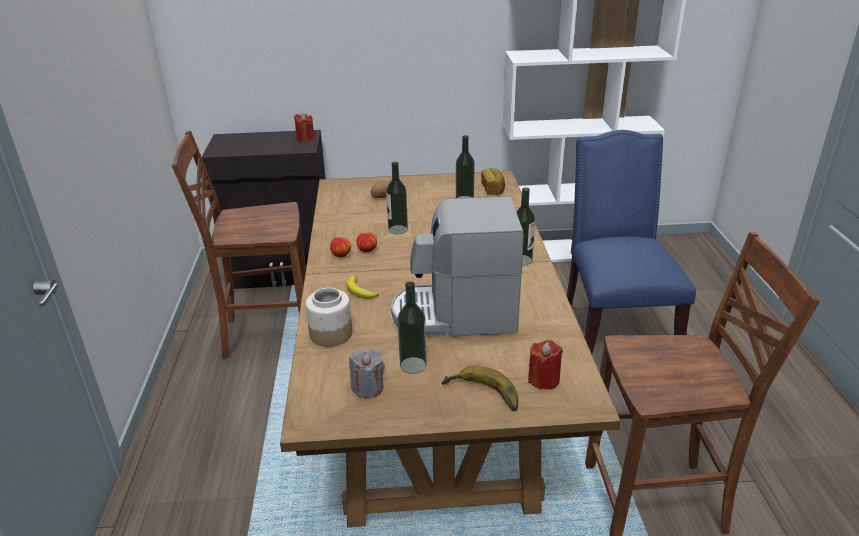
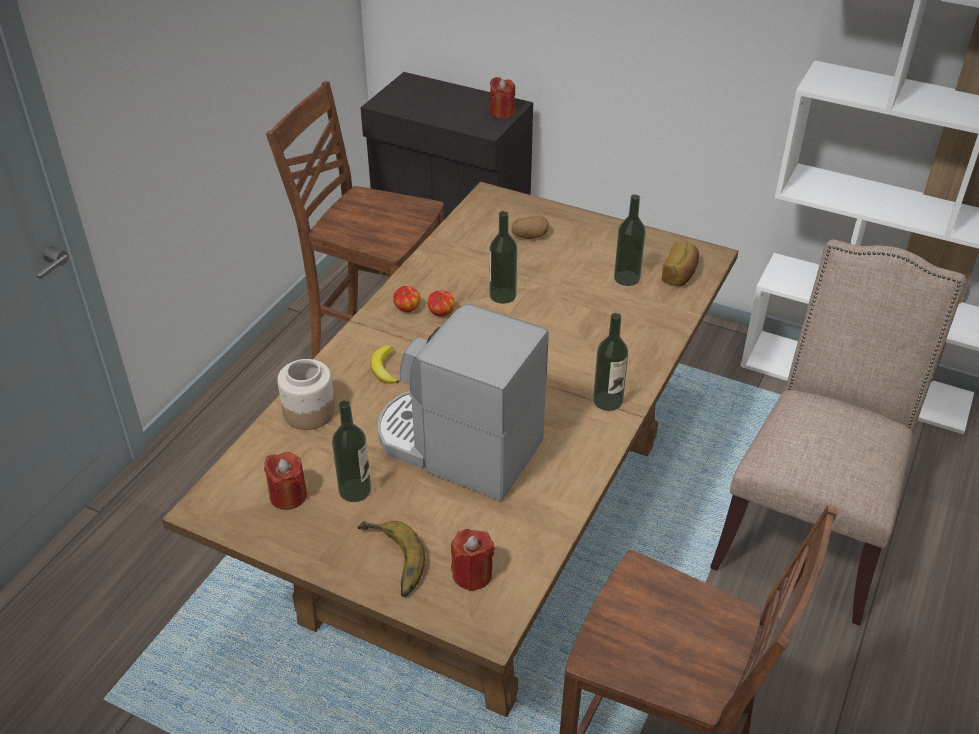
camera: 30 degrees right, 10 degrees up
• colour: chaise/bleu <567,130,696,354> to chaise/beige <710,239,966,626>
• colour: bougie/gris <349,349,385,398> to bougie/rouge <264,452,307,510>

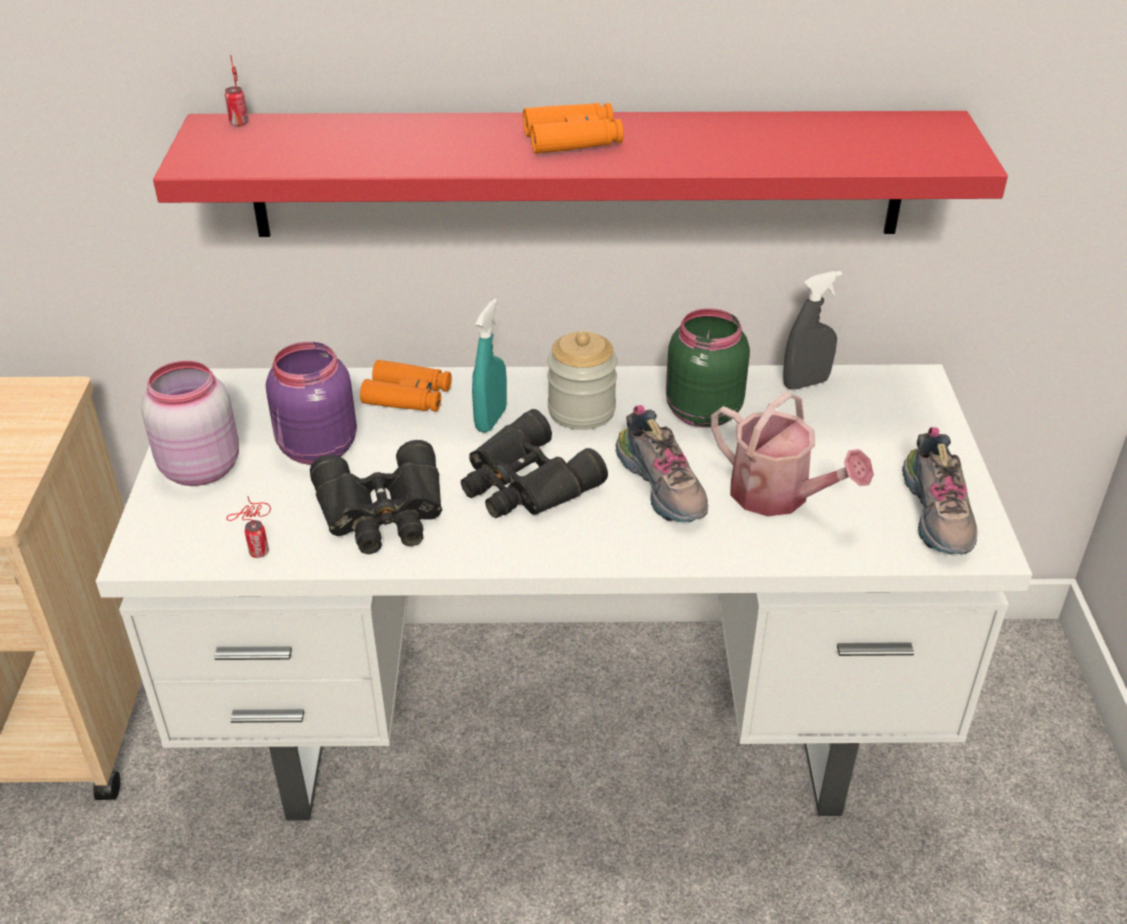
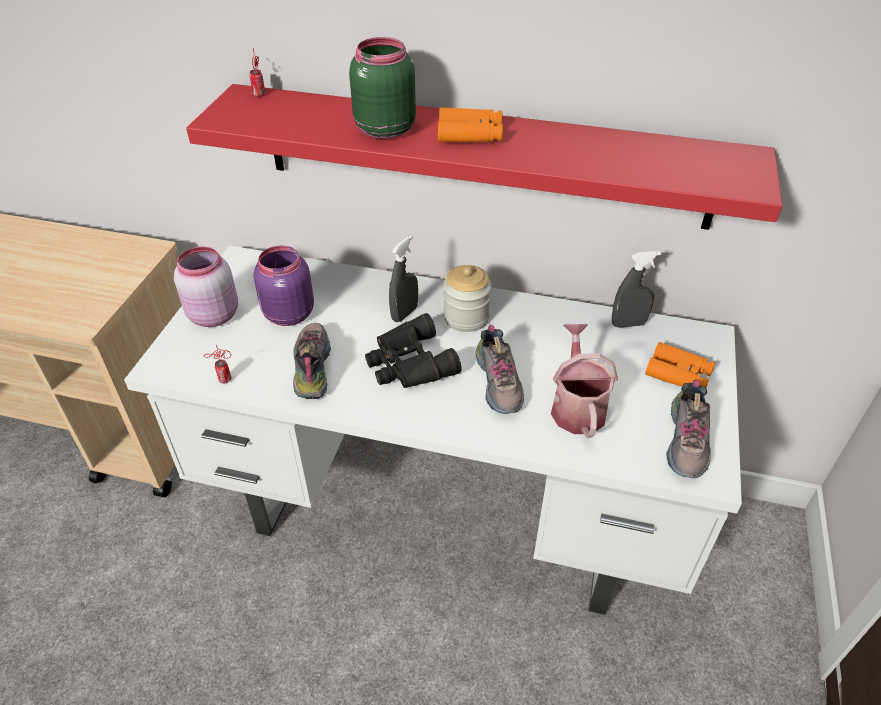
camera: 15 degrees right, 5 degrees up
• colour: vaporisateur/turquoise <472,299,507,433> to vaporisateur/gris <389,235,418,322>
• relocated: bocal/vert <666,308,750,428> to <349,37,416,139>
• relocated: jumelles/orange <360,360,452,412> to <645,342,715,388>
• spun: arrosoir <711,392,874,516> = <551,324,618,438> 150 degrees counterclockwise
• exchanged: jumelles/noir <310,440,442,554> to chaussure <293,323,331,399>

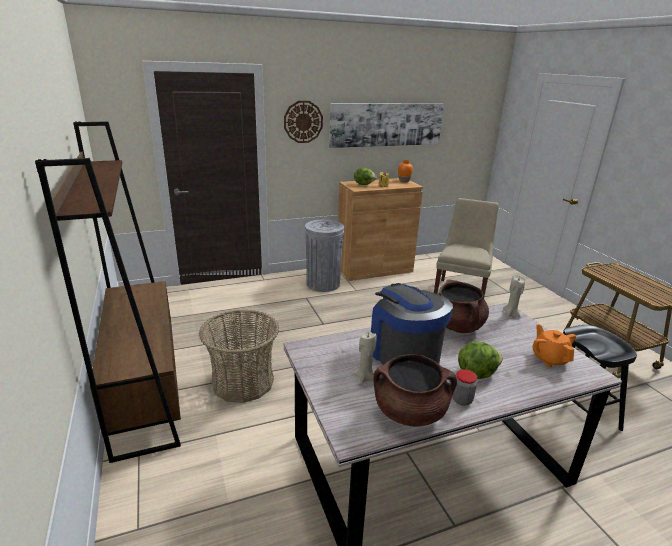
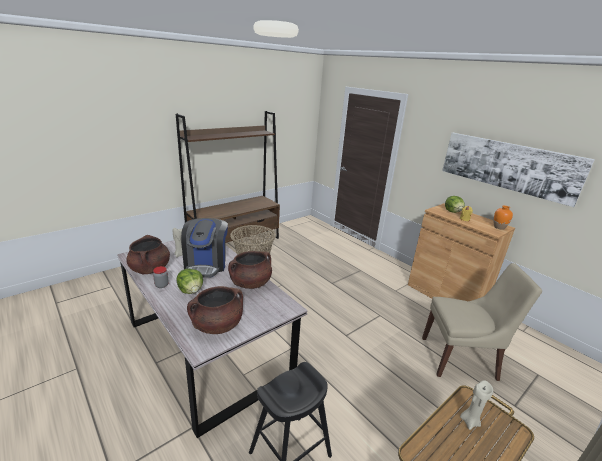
camera: 70 degrees right, 0 degrees up
• missing: horloge murale <284,101,323,143>
• missing: poubelle/gris <305,220,344,292>
• relocated: bougie/beige <503,275,525,317> to <460,380,493,430>
• spun: machine à café <370,283,453,365> = <181,218,228,277> 135 degrees clockwise
• exchanged: théière/orange <532,324,576,367> to marmite/marron <187,286,243,334>

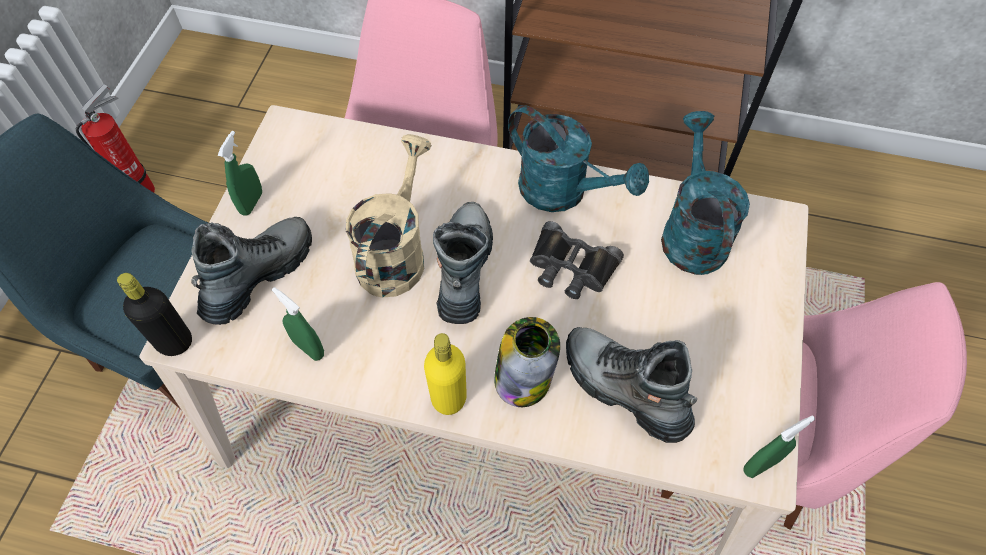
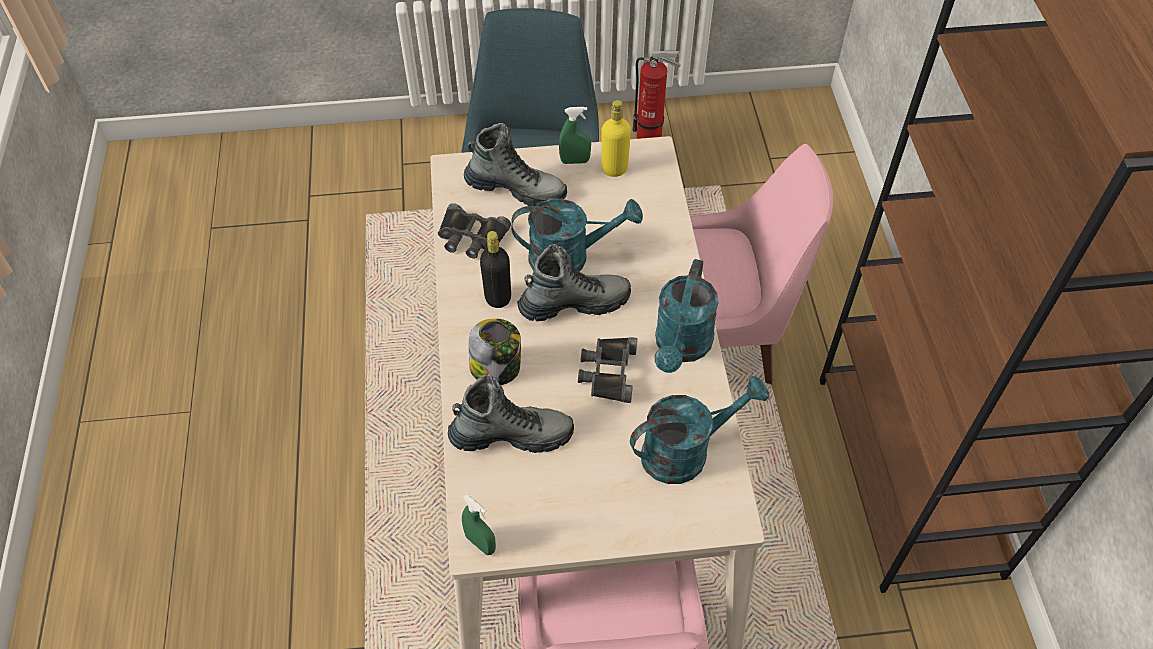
camera: 70 degrees right, 5 degrees down
• colour: arrosoir/beige <346,134,432,298> to arrosoir/turquoise <511,199,643,272>
• relocated: bouteille/noir <117,273,192,356> to <480,231,511,308>
• exchanged: vaporisateur/vert <272,287,324,361> to jumelles/noir <438,203,511,259>
• spun: botte <566,327,697,443> = <448,375,574,453> 60 degrees clockwise
• relocated: bouteille/jaune <424,333,467,415> to <601,100,631,177>

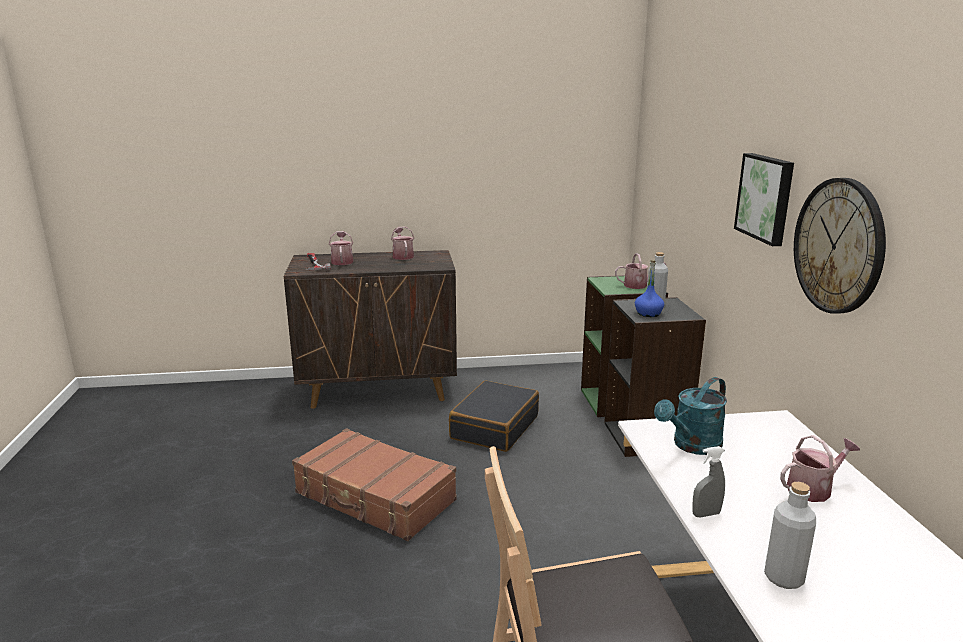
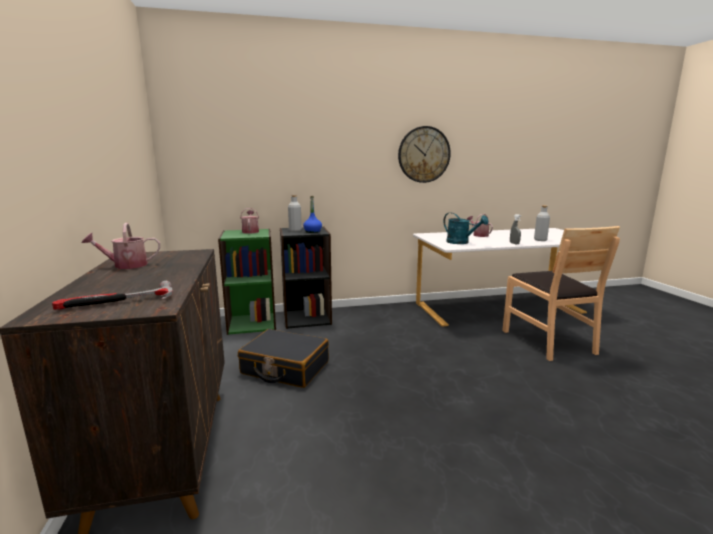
camera: 95 degrees left, 5 degrees down
• missing: tableau <734,153,794,246>
• missing: arrosoir <329,231,353,265>
• missing: valise/marron <292,428,457,541>

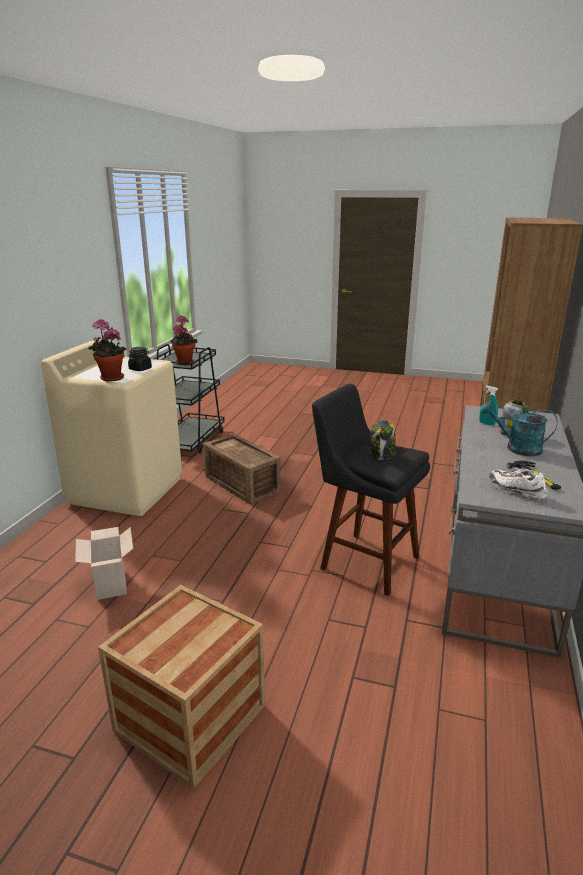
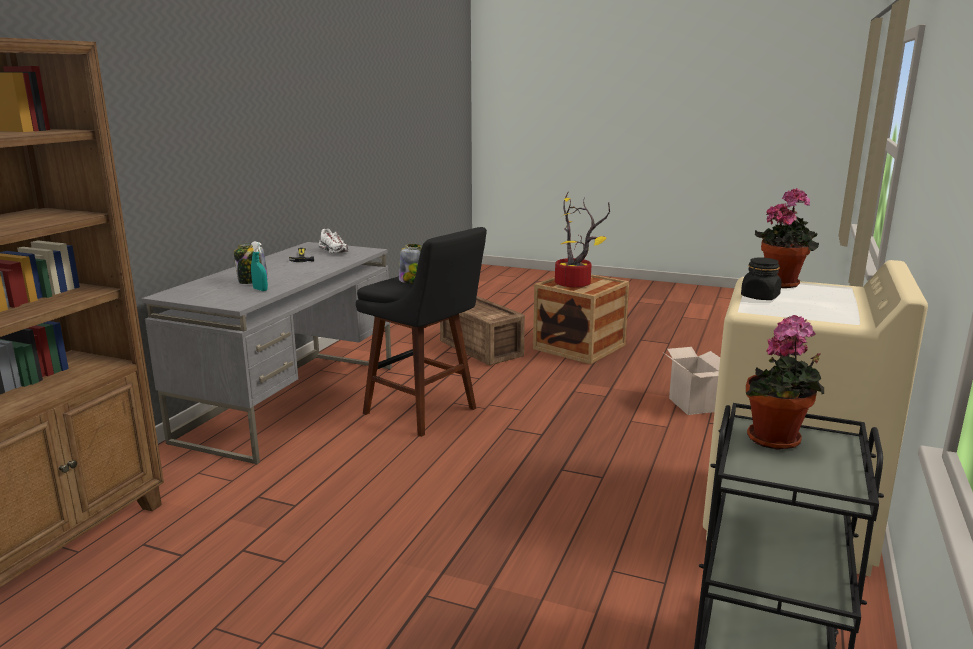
camera: 175 degrees left, 5 degrees down
• missing: arrosoir/turquoise <481,402,557,456>
• relocated: caisse <203,434,280,504> to <440,296,525,365>
• appeared: plante en pot <555,192,610,287>

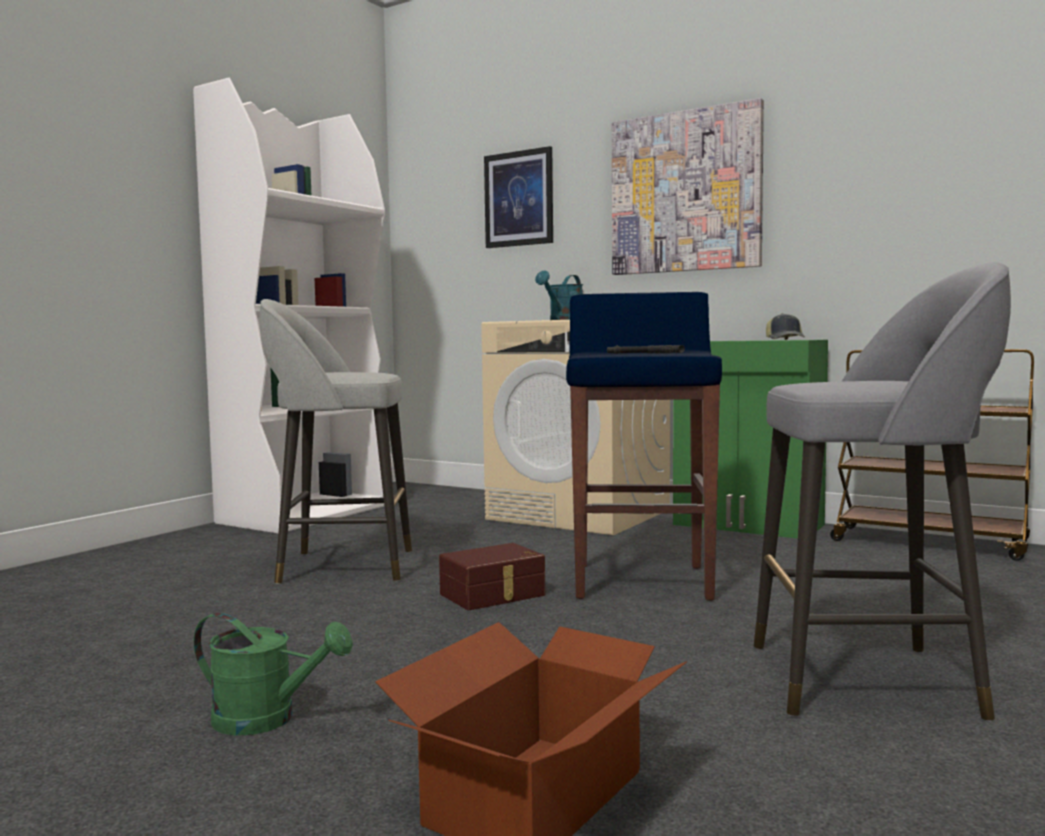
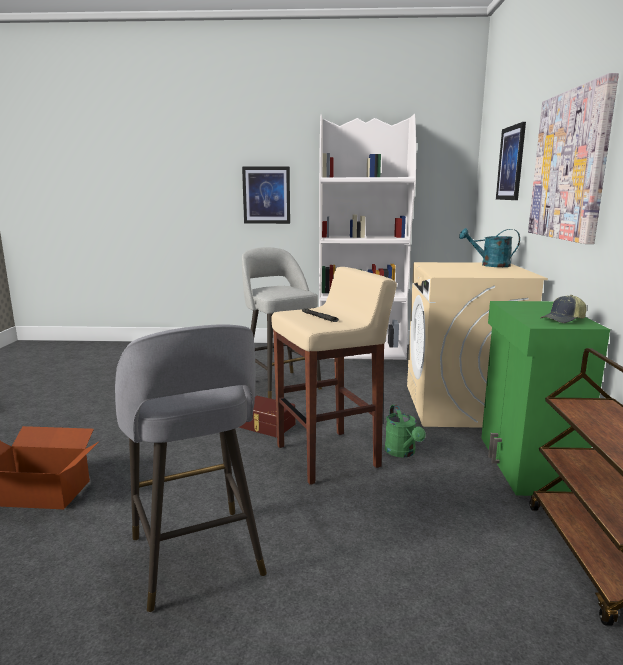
camera: 60 degrees right, 10 degrees up
• colour: tabouret/bleu <566,292,722,601> to tabouret/beige <271,267,397,485>
• relocated: arrosoir/vert <194,613,353,736> to <385,405,426,458>
• appeared: tableau <242,166,290,224>

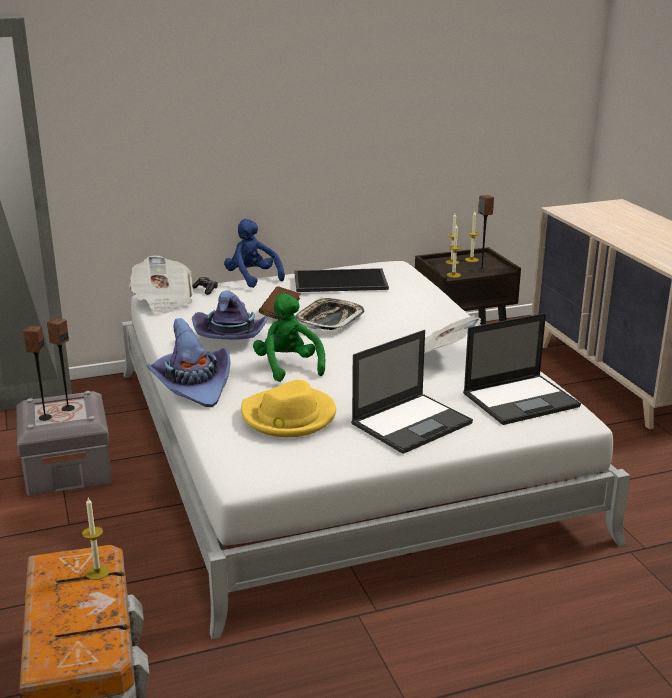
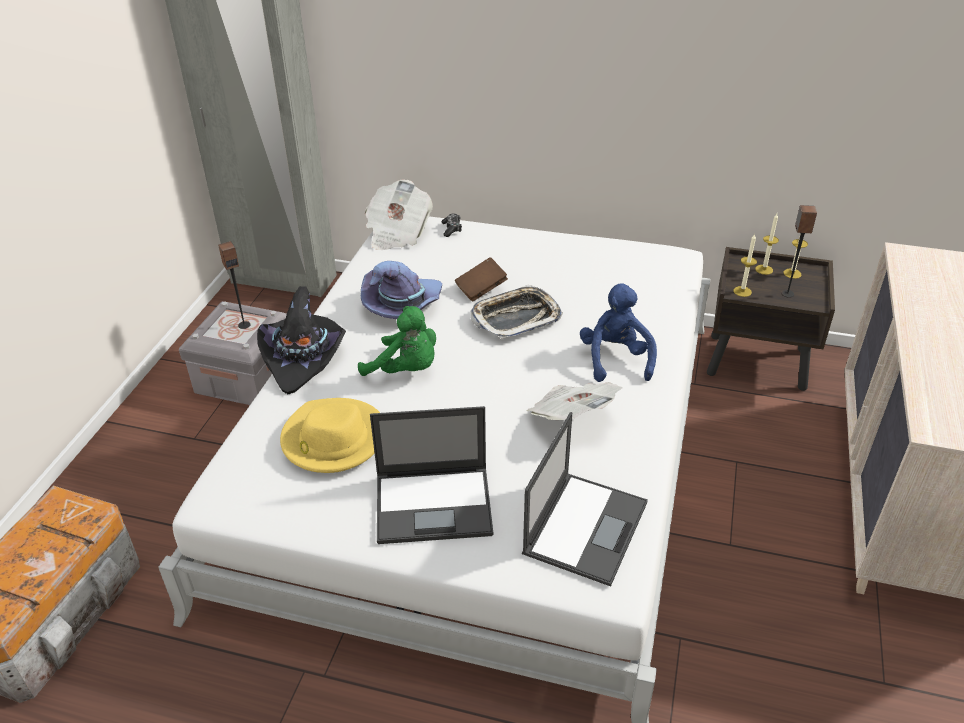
camera: 35 degrees right, 15 degrees up
• relocated: peluche/bleu <224,219,285,288> to <580,283,657,382>
• missing: plateau <294,268,389,292>
• spun: peluche/vert <253,294,325,382> = <358,306,436,376> 105 degrees clockwise
• spun: ordinateur portable <463,313,581,425> = <522,412,648,587> 75 degrees counterclockwise
• colour: chapeau/violet <147,318,231,407> to chapeau/noir <257,286,346,394>
• missing: enceinte <23,326,52,421>
• missing: bougie <82,498,110,580>

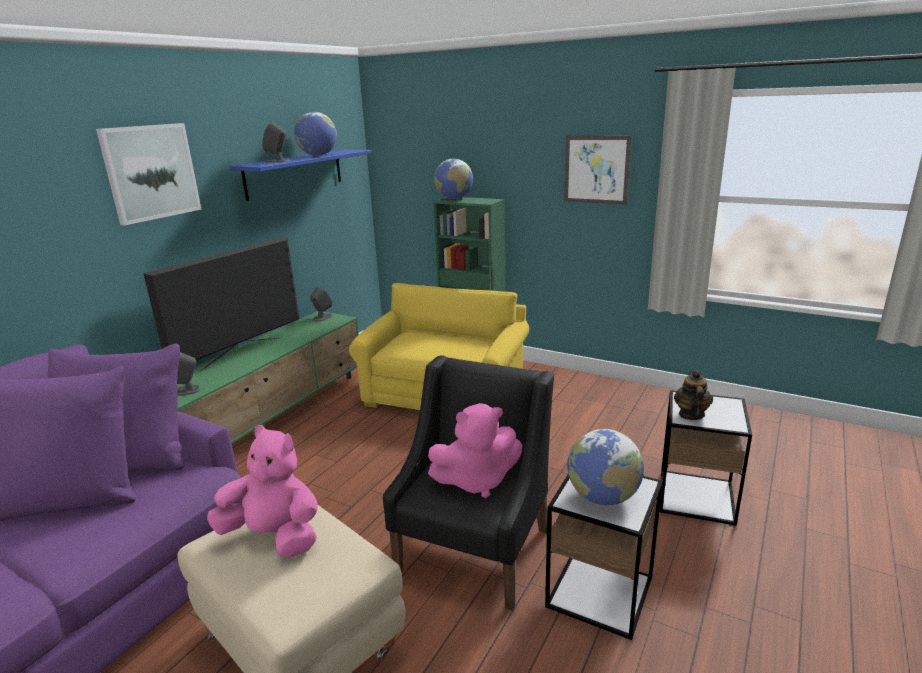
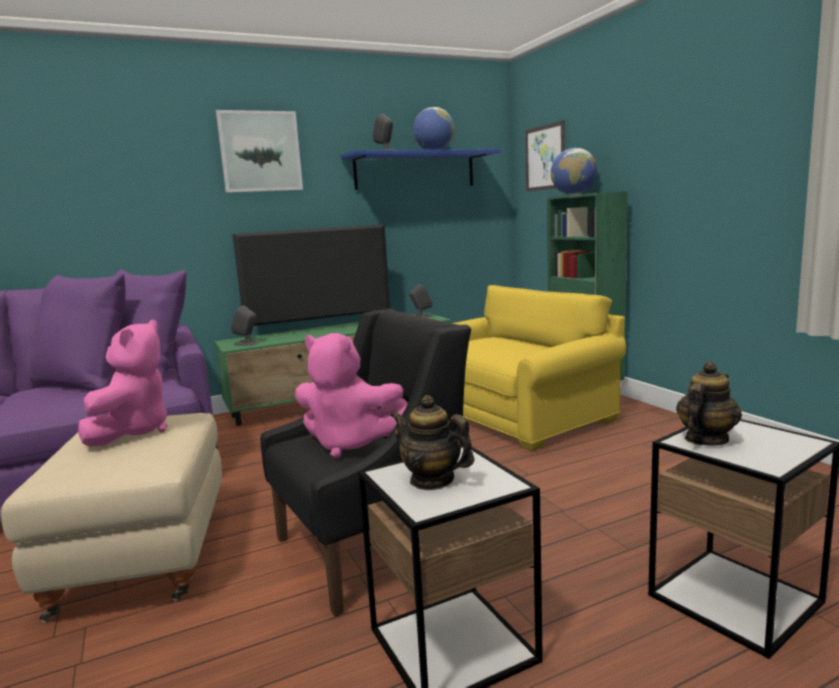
camera: 35 degrees right, 10 degrees down
• relocated: tableau <564,135,632,205> to <525,120,565,192>
• spun: peluche/rose <207,425,318,557> = <78,320,168,446> 45 degrees clockwise
• exchanged: globe <567,429,644,505> to théière <390,395,475,490>

